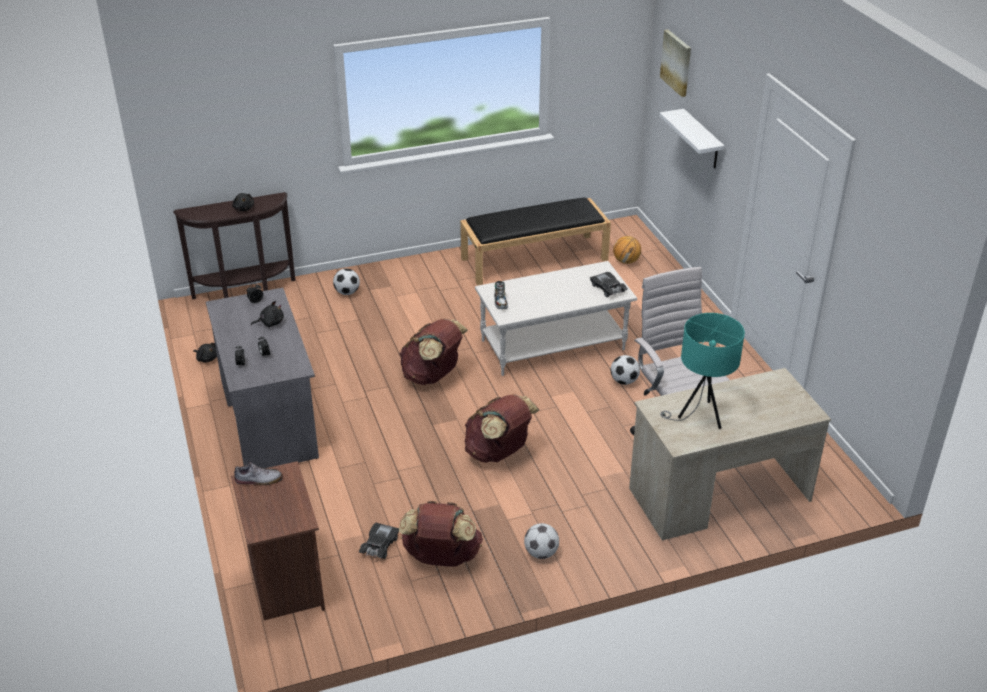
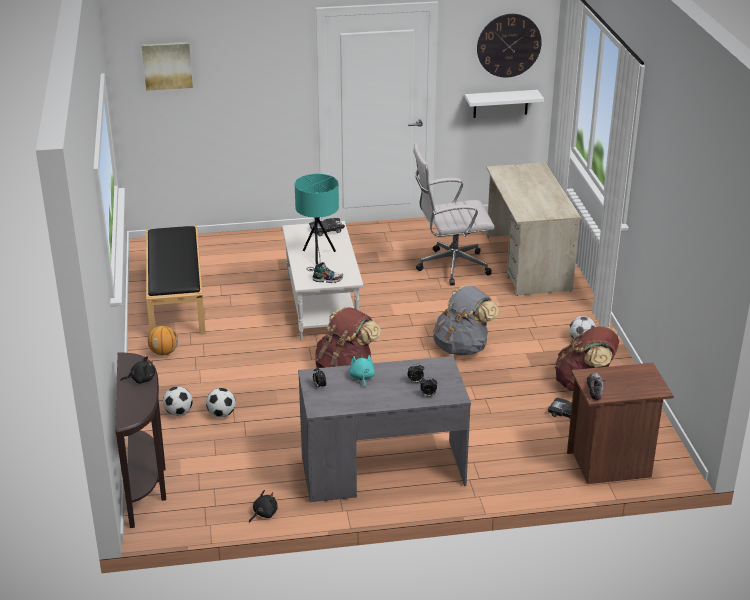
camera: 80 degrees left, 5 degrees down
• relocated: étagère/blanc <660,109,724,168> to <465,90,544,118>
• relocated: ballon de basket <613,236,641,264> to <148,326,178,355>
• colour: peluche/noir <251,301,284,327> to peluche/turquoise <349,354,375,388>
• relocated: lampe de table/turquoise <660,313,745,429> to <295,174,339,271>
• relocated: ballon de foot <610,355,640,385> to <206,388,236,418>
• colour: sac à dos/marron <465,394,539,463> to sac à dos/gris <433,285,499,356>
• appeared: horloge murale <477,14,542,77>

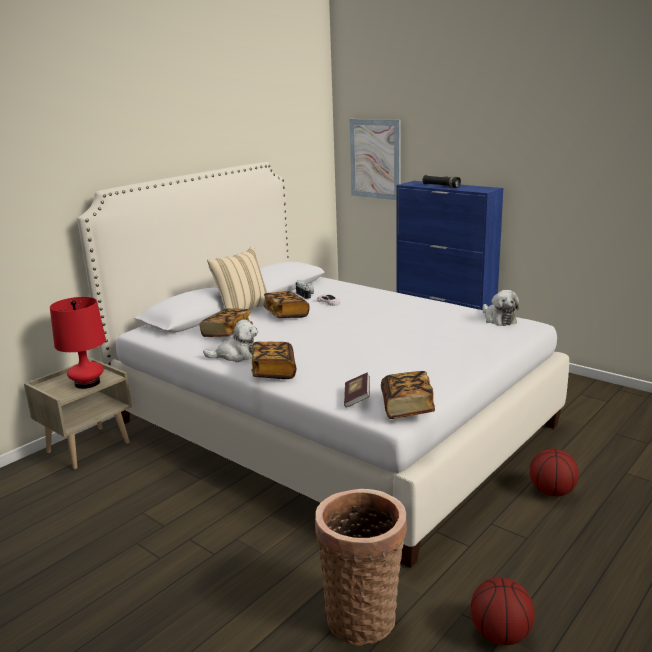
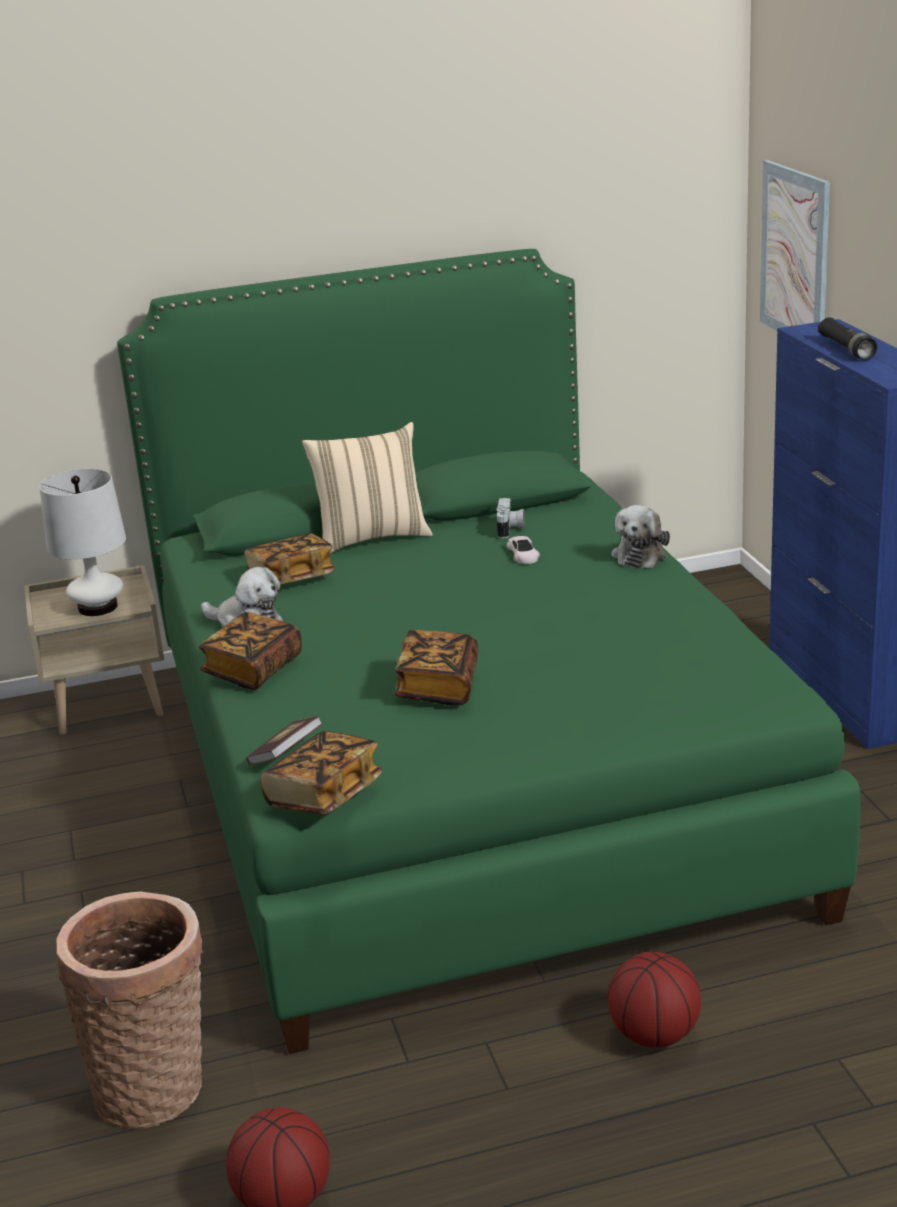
camera: 35 degrees right, 5 degrees up
• colour: lit/blanc <77,162,569,568> to lit/vert <117,249,860,1054>
• relocated: peluche <483,290,519,326> to <611,505,670,568>
• relocated: livre <264,291,310,318> to <395,630,479,705>
• colour: lampe de table/rouge <50,297,106,389> to lampe de table/blanc <39,469,126,616>

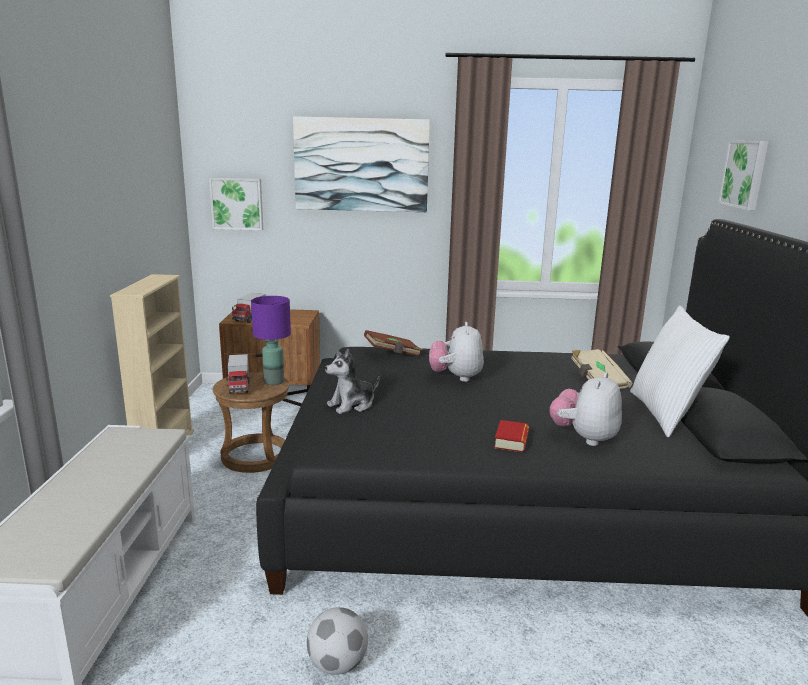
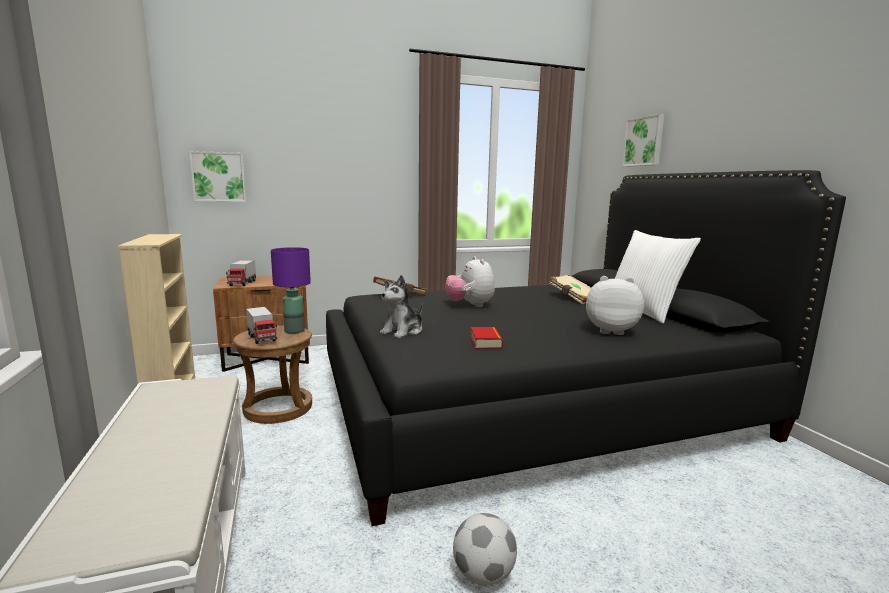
camera: 20 degrees left, 5 degrees down
• missing: tableau <293,116,430,212>
• spun: peluche <550,372,622,446> = <586,276,644,335> 90 degrees clockwise
• relocated: livre <494,420,529,452> to <470,327,503,349>

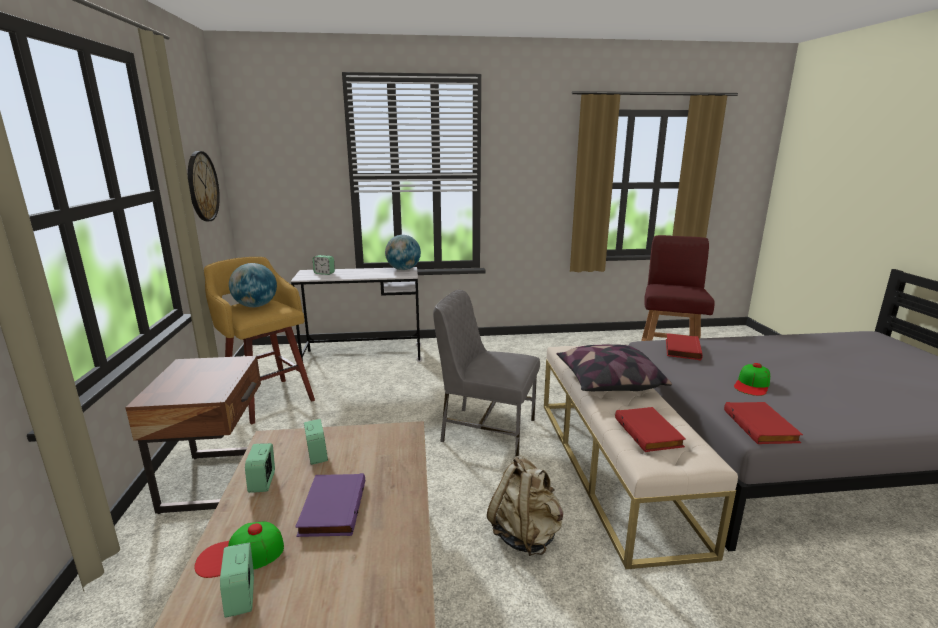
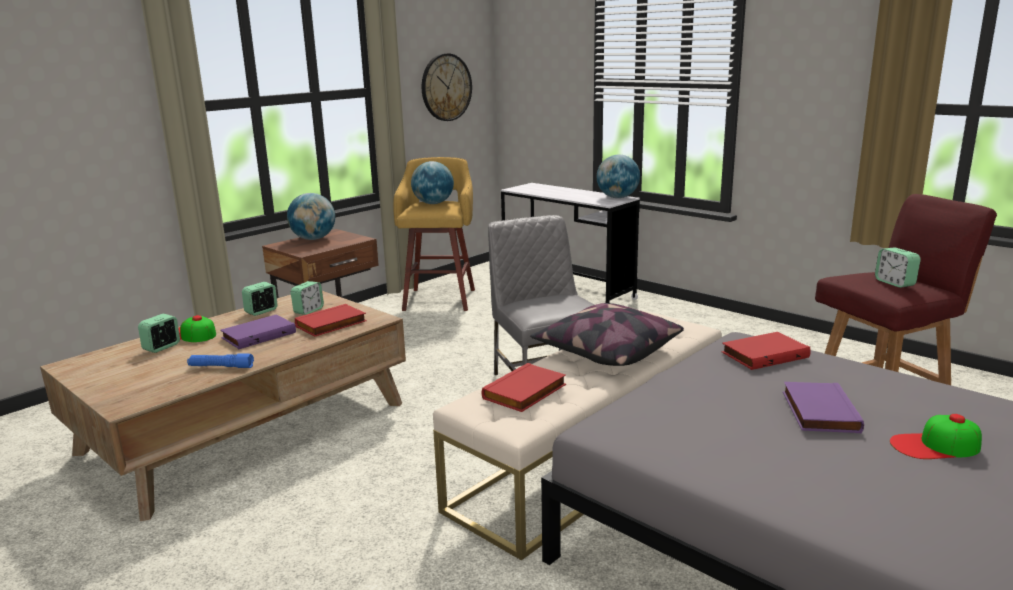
camera: 50 degrees right, 0 degrees up
• relocated: réveil <313,255,335,275> to <875,247,921,288>
• relocated: casquette <734,363,770,396> to <890,414,982,459>
• relocated: livre/rouge <724,402,803,444> to <295,304,367,337>
• missing: sac à dos/beige <487,456,563,556>
• appeared: globe <287,193,335,240>
• appeared: lampe de poche/bleu <187,354,254,368>
• appeared: livre/violet <783,382,864,433>

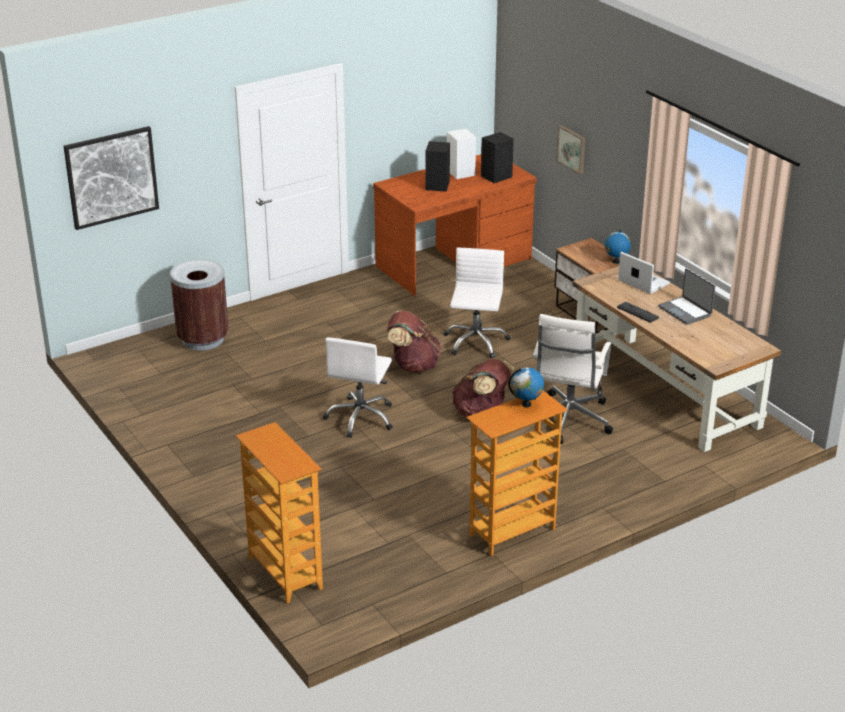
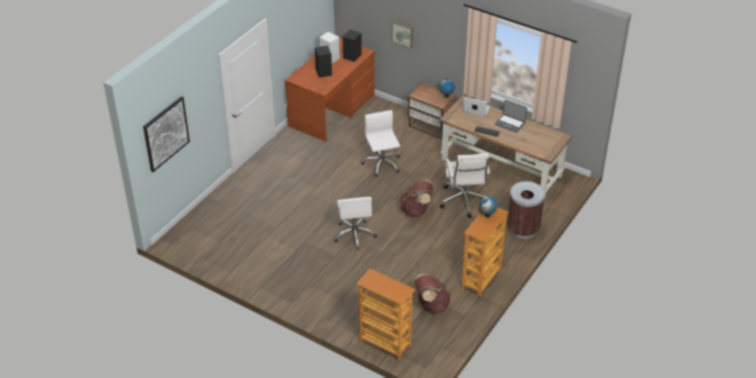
camera: 25 degrees left, 10 degrees up
• relocated: poubelle/marron <170,259,229,351> to <507,181,545,239>
• relocated: sac à dos/marron <387,311,441,372> to <413,273,451,314>

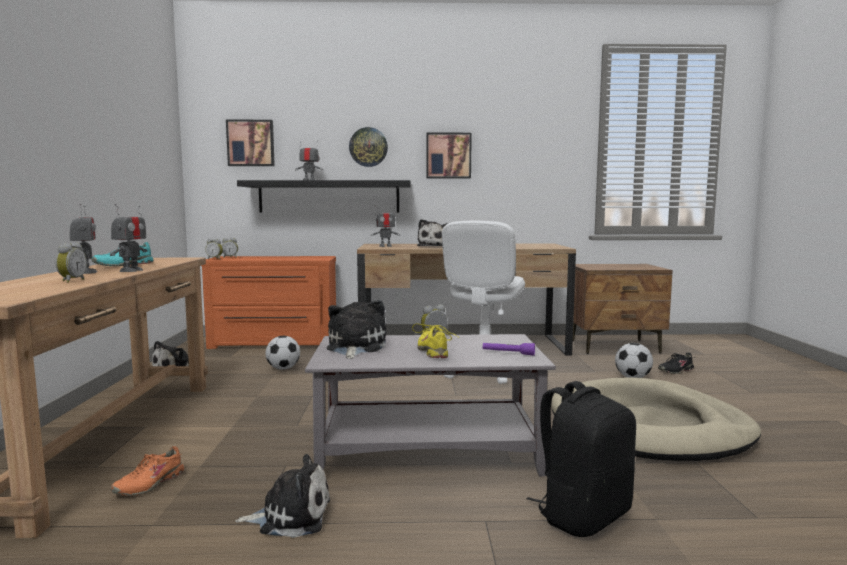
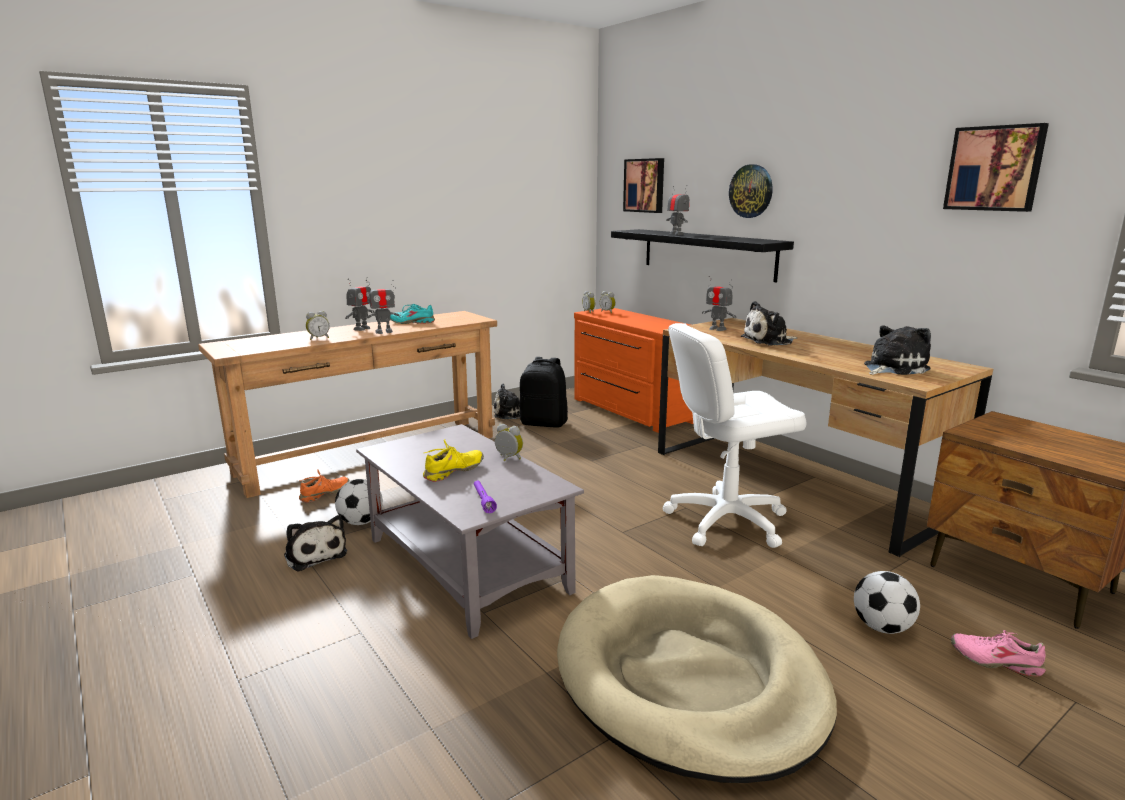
camera: 55 degrees right, 10 degrees up
• relocated: tableau <426,133,472,179> to <943,123,1049,212>
• relocated: peluche <327,300,386,359> to <864,326,931,375>
• relocated: ballon de foot <266,336,300,370> to <335,479,383,525>
• colour: chaussure/noir <658,352,695,374> to chaussure/rose <951,630,1046,676>
• relocated: sac à dos/noir <526,381,636,537> to <519,357,568,428>
• spun: chaussure/orange <110,445,184,496> = <299,469,349,503> 135 degrees clockwise

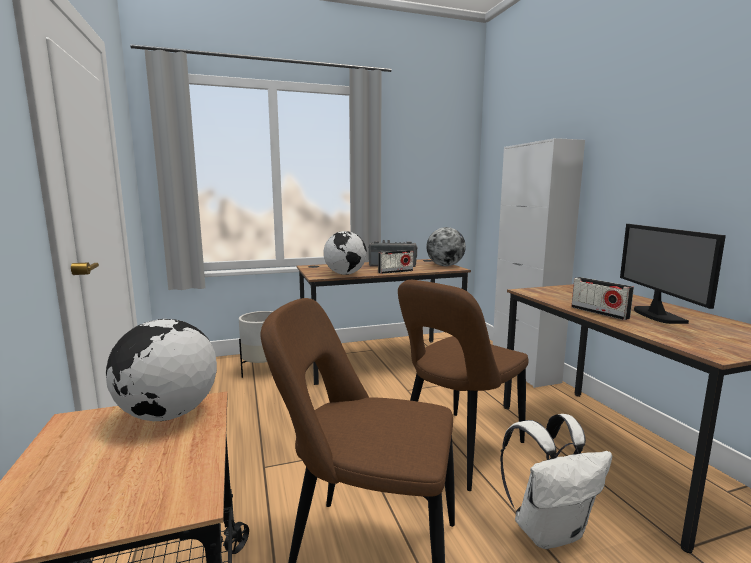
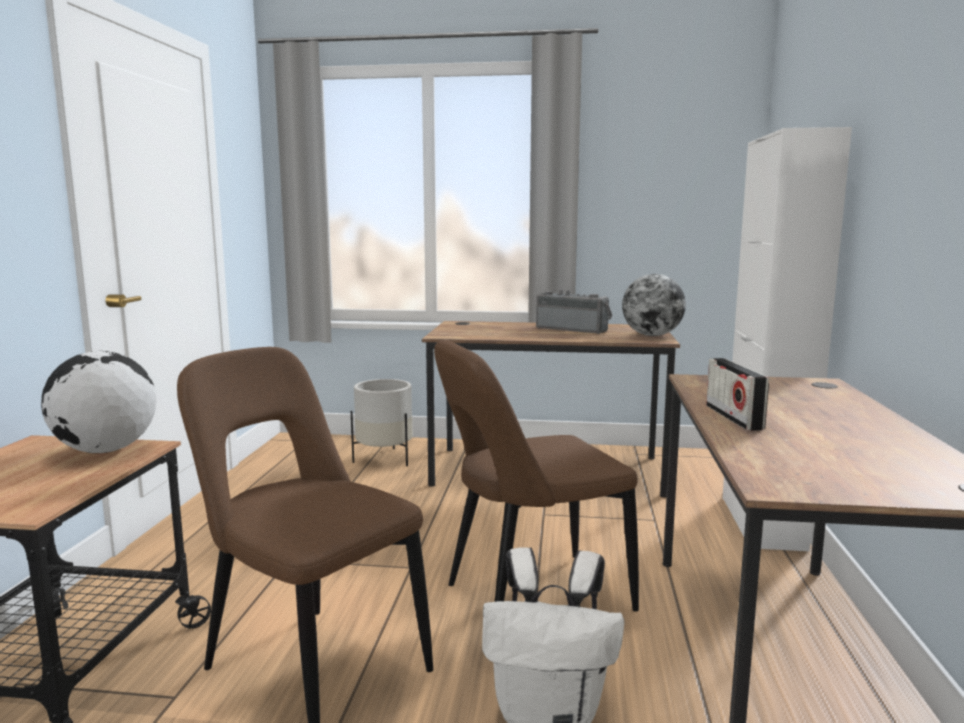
camera: 25 degrees right, 0 degrees up
• missing: écran d'ordinateur <620,224,726,324>
• missing: globe <324,231,367,275>
• missing: radio <378,250,413,274>

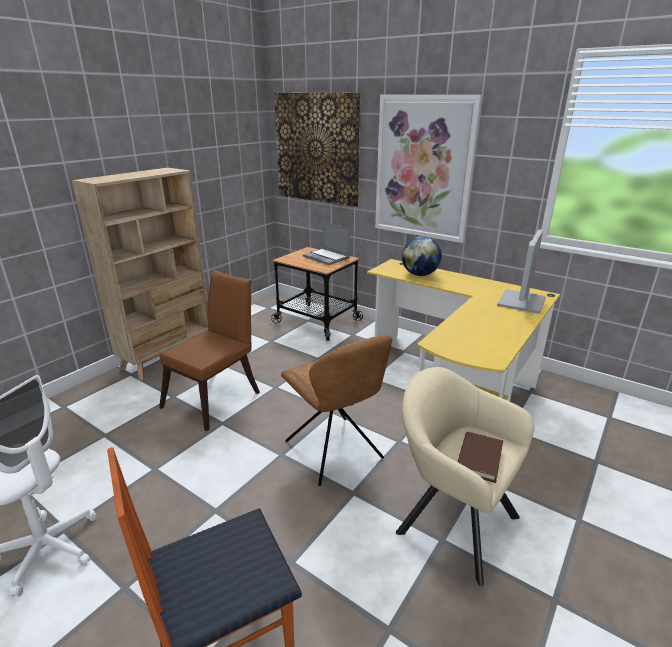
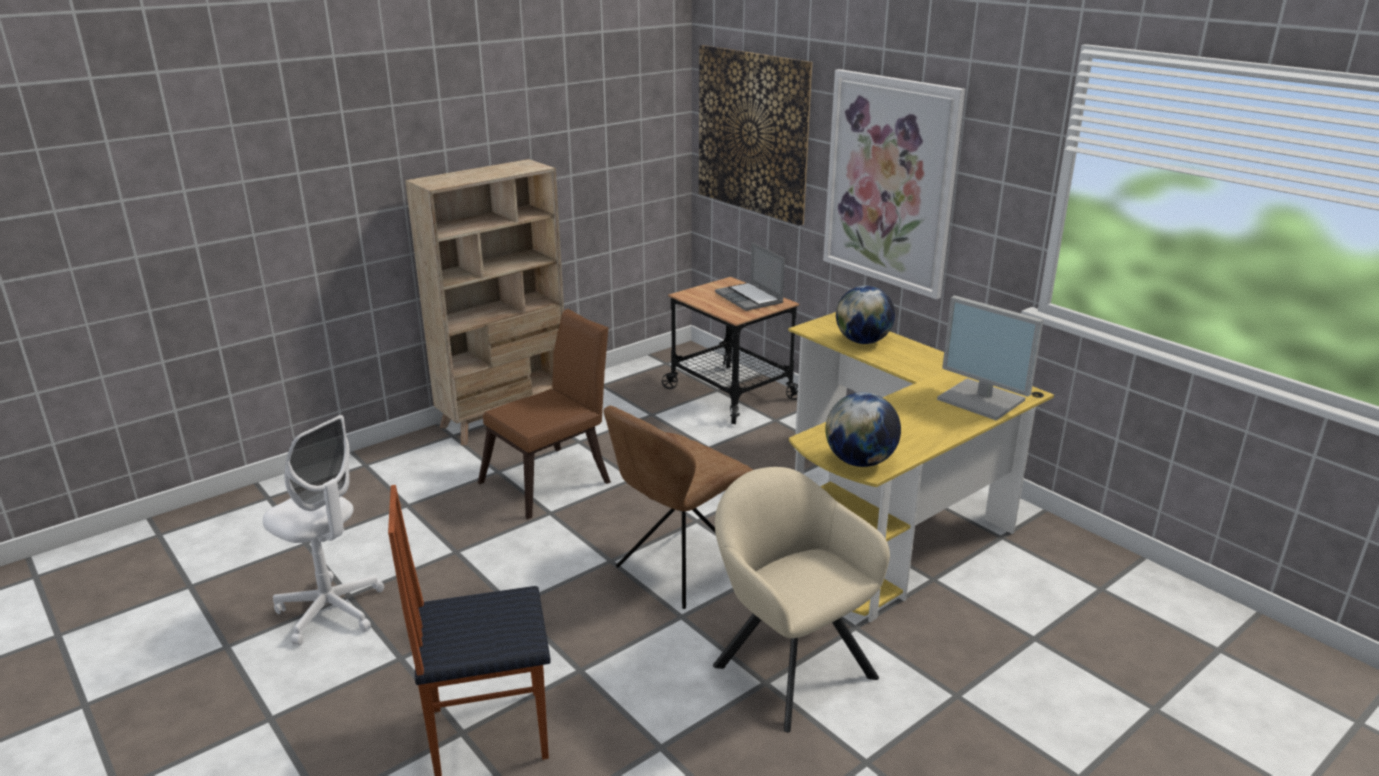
camera: 15 degrees right, 0 degrees up
• spun: écran d'ordinateur <497,229,546,314> = <937,295,1043,421> 90 degrees counterclockwise
• spun: chaise/marron <281,335,392,486> = <604,406,753,609> 60 degrees clockwise
• missing: livre/marron <458,432,503,483>
• appeared: globe <825,392,901,467>

